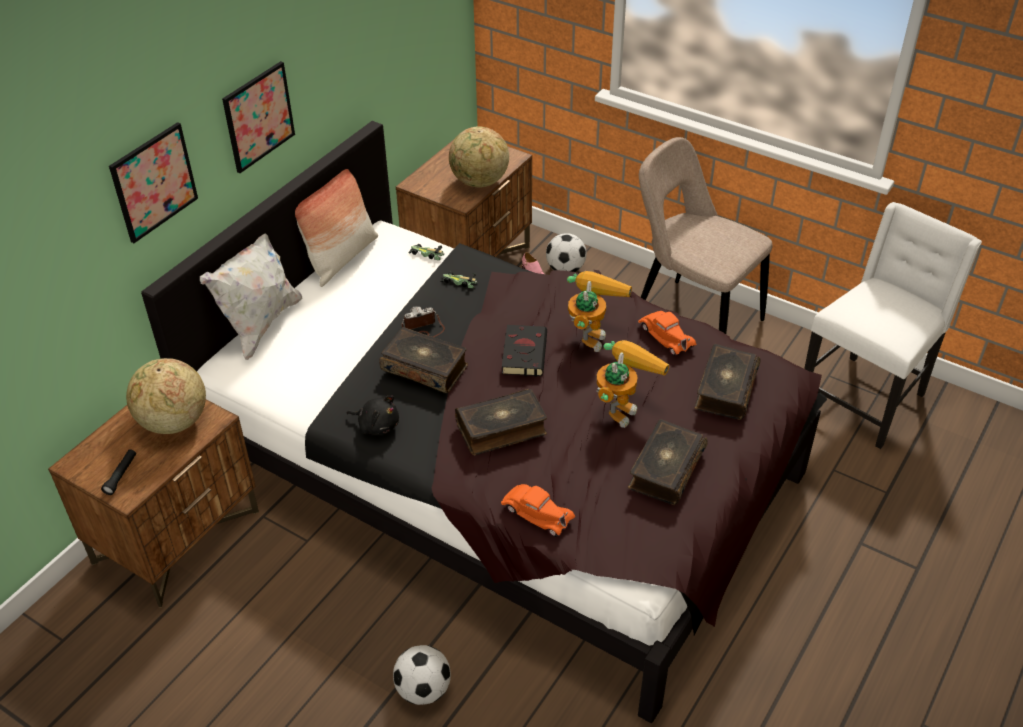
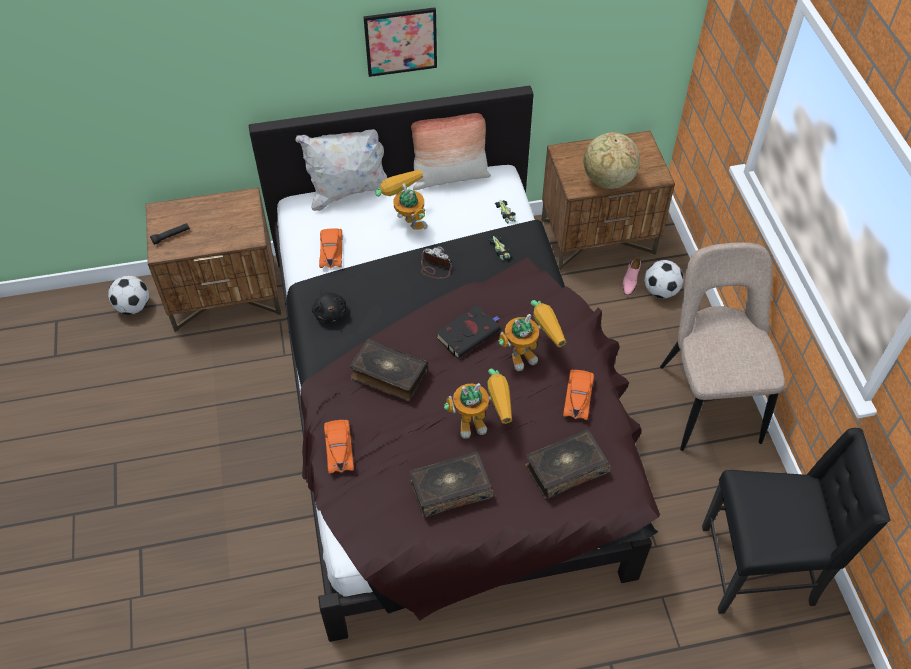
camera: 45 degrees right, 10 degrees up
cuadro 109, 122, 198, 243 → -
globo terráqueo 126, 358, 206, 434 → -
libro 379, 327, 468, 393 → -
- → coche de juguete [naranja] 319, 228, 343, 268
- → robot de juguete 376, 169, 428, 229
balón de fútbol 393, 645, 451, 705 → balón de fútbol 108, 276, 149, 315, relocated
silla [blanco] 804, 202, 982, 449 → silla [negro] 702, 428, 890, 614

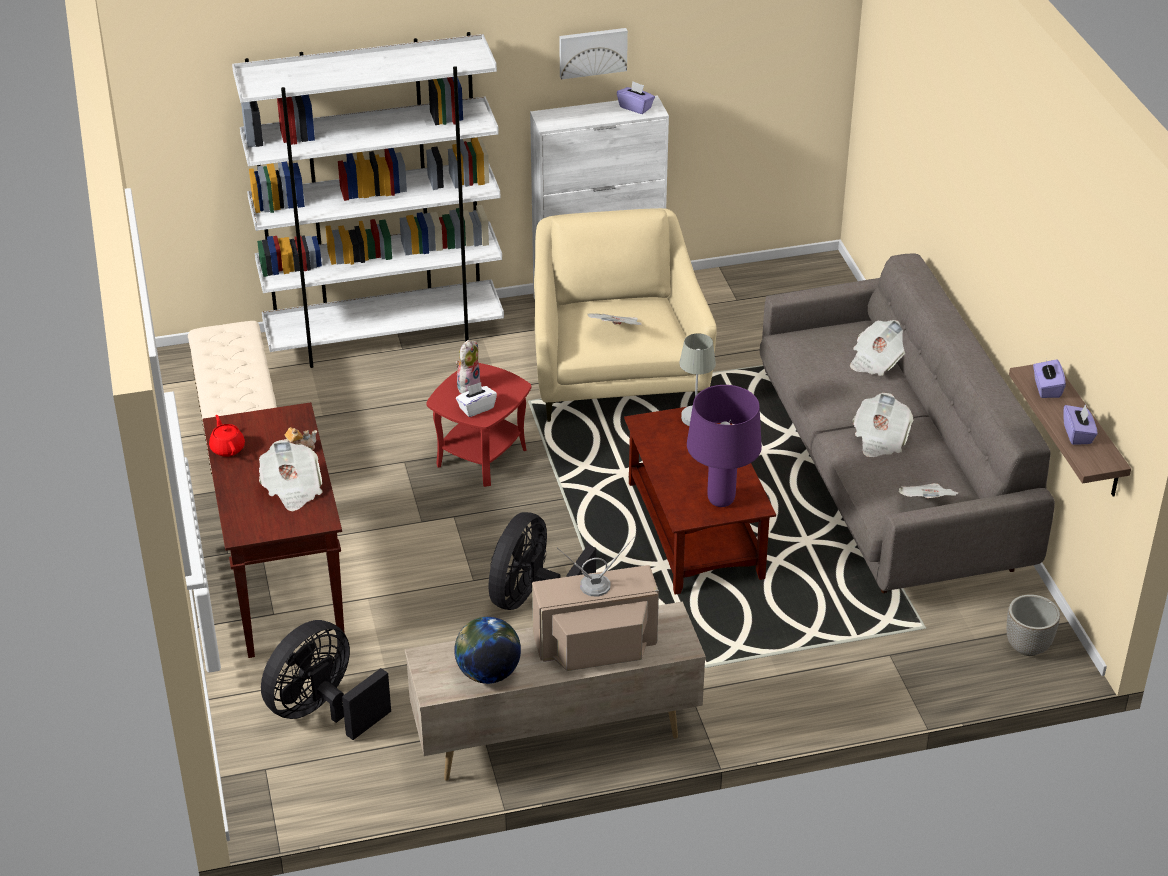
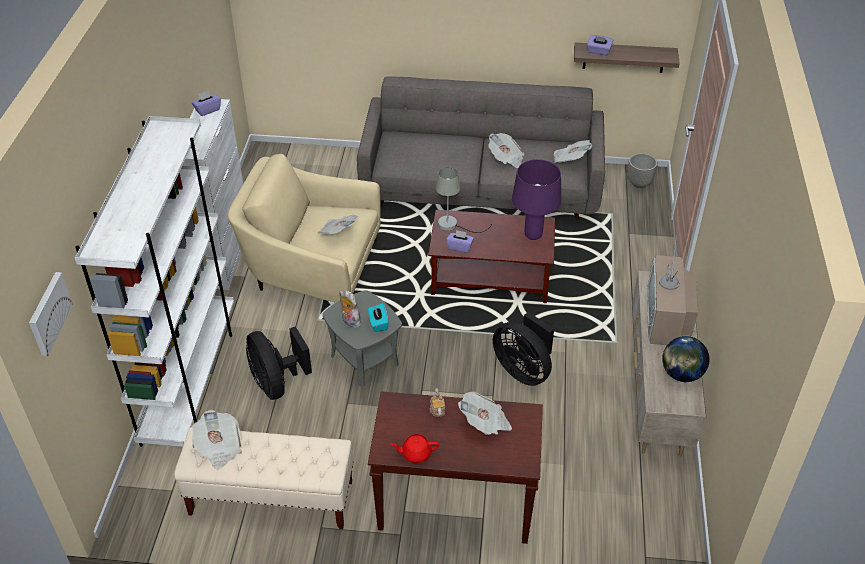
camera: 70 degrees left, 5 degrees up
ventilador [negro] 261, 620, 391, 740 → ventilador [negro] 246, 326, 312, 400, relocated
cuadro 559, 28, 628, 80 → cuadro 29, 272, 73, 356, relocated
periódico 850, 320, 905, 376 → periódico 192, 410, 242, 469, relocated
caja de pañuelos [morado] 1063, 404, 1098, 445 → caja de pañuelos [morado] 446, 230, 474, 253, relocated
mesa auxiliar [rojo] 426, 363, 531, 487 → mesa auxiliar [gris] 322, 290, 402, 386
caja de pañuelos [blanco] 456, 382, 497, 417 → caja de pañuelos [turquesa] 368, 303, 389, 332

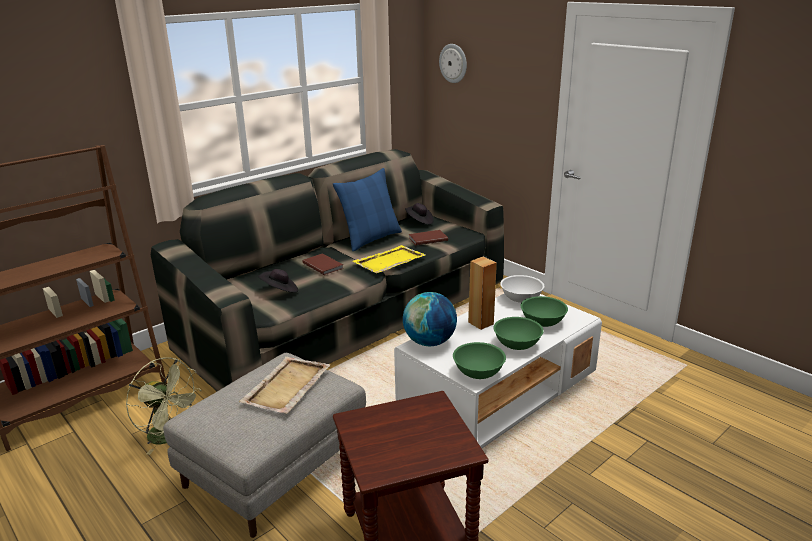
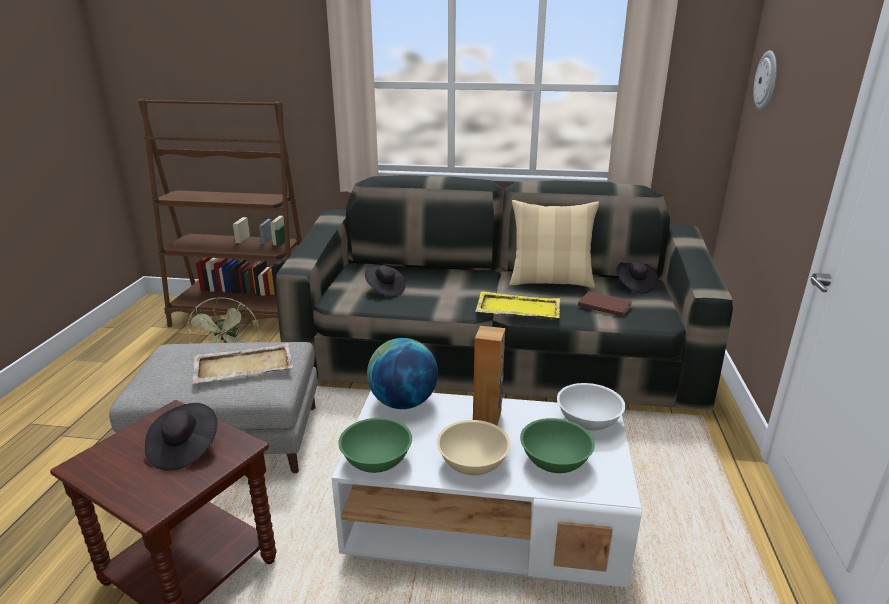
camera: 50 degrees right, 0 degrees up
libro [marrón] 303, 253, 344, 275 → -
- → sombrero [negro] 145, 403, 217, 470
cojín [azul] 333, 168, 402, 251 → cojín [beis] 509, 200, 599, 288
cuenco [verde] 493, 317, 544, 350 → cuenco [beis] 437, 420, 511, 475

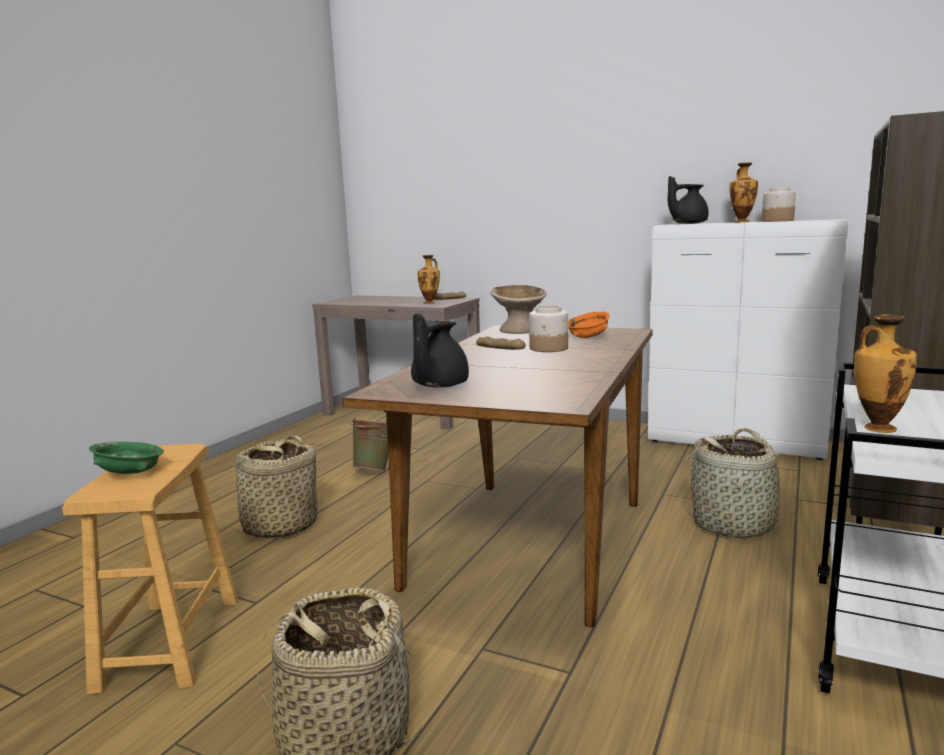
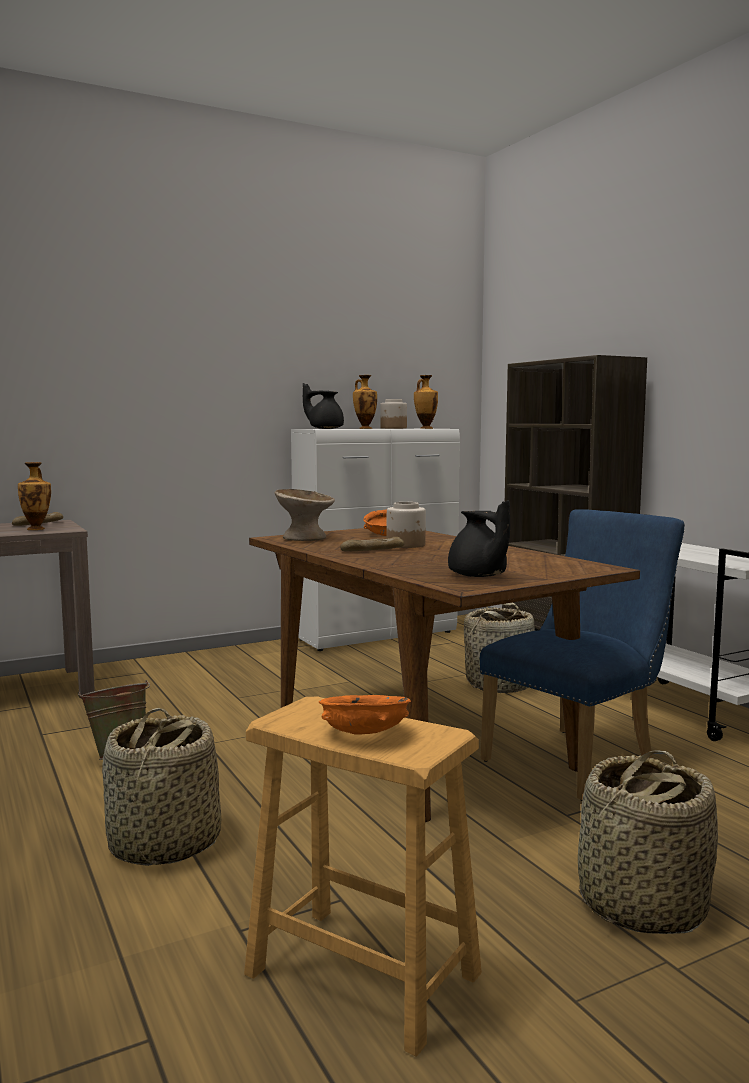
camera: 55 degrees left, 5 degrees down
- → silla [azul] 480, 509, 685, 801
florero 854, 314, 917, 433 → florero 414, 375, 438, 429, relocated
cuenco [verde] 89, 442, 164, 474 → cuenco [naranja] 319, 695, 411, 735
tetera [negro] 668, 176, 709, 224 → tetera [negro] 303, 383, 344, 429, 90 degrees clockwise

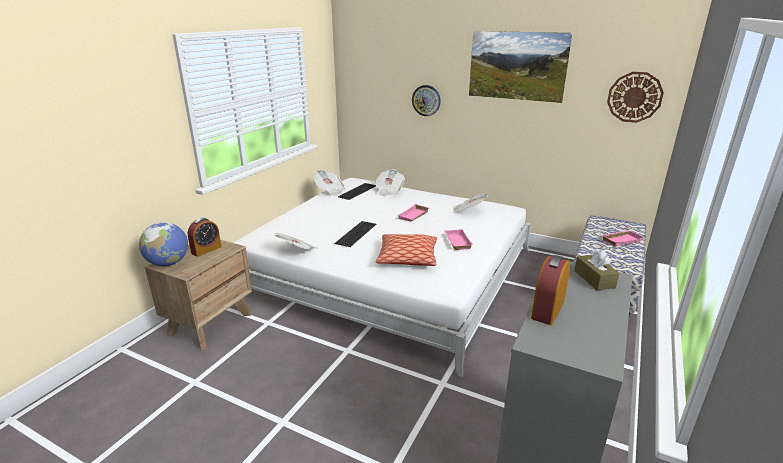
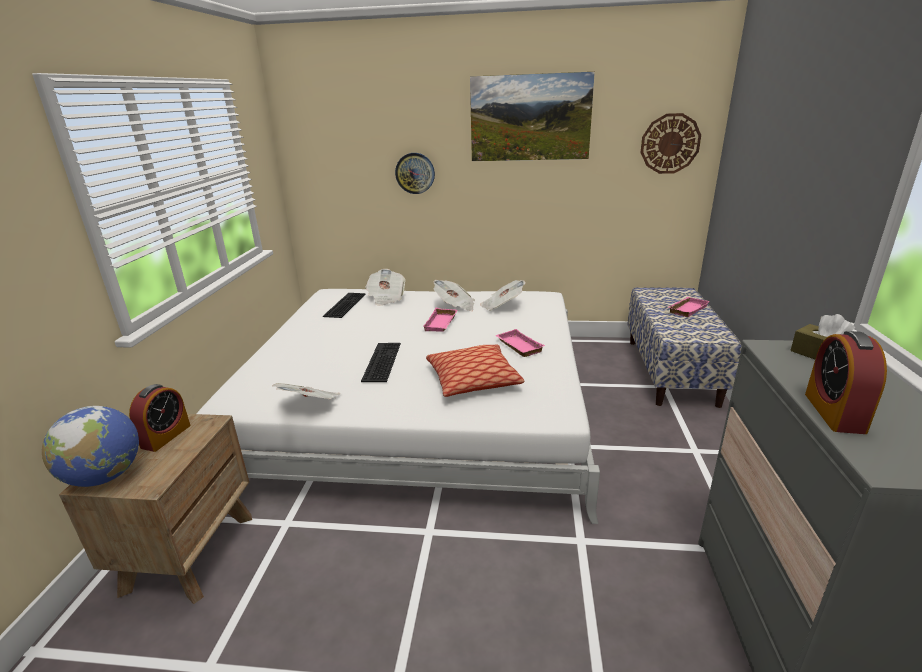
camera: 20 degrees left, 0 degrees up
periódico 313, 170, 345, 196 → periódico 433, 280, 475, 311, relocated

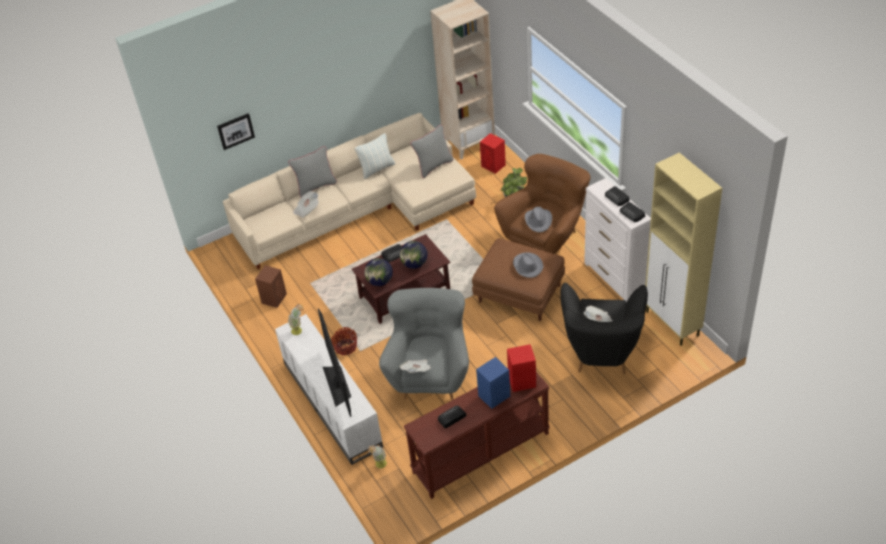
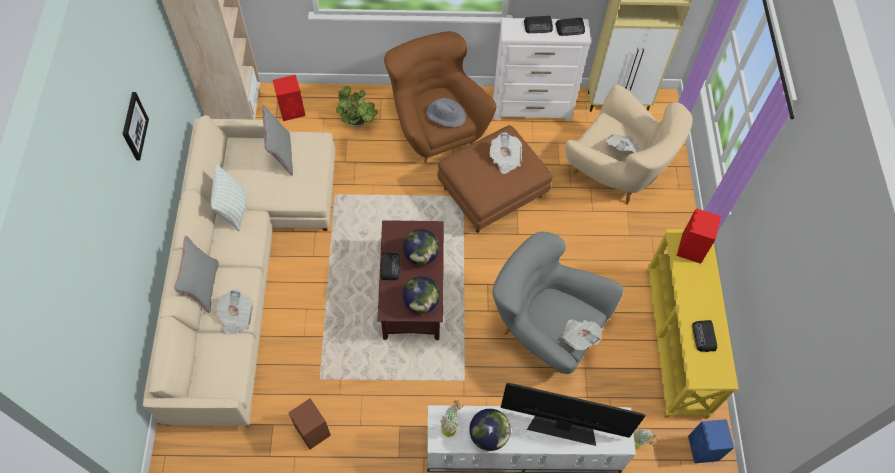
camera: 65 degrees left, 15 degrees up
cesta 331, 327, 357, 355 → -
- → globo terráqueo 469, 409, 511, 451
cuadro 217, 113, 255, 150 → cuadro 123, 92, 149, 160, relocated
altavoz [azul] 476, 357, 510, 409 → altavoz [azul] 688, 419, 734, 463, relocated
sombrero [gris] 513, 252, 543, 278 → periódico 489, 132, 522, 174
mesa consola [marrón] 404, 372, 550, 499 → mesa consola [amarillo] 646, 229, 739, 418
sillón [negro] 560, 283, 648, 374 → sillón [beis] 565, 84, 693, 205

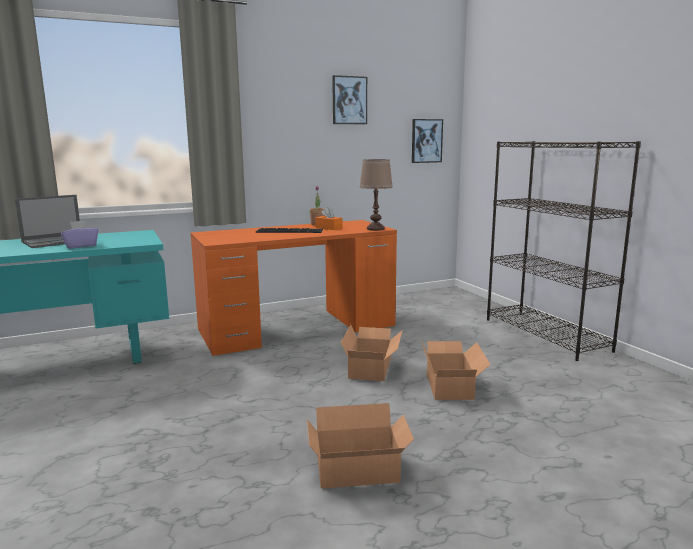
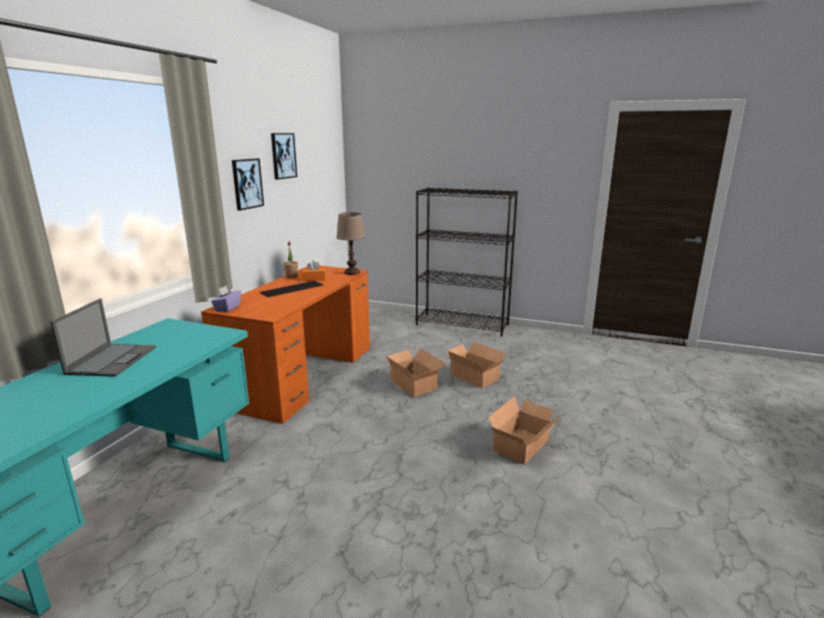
camera: 45 degrees left, 5 degrees up
caja de pañuelos [morado] 61, 220, 98, 248 → caja de pañuelos [morado] 211, 286, 241, 312, relocated
cuadro 412, 119, 443, 163 → cuadro 232, 159, 264, 210, relocated

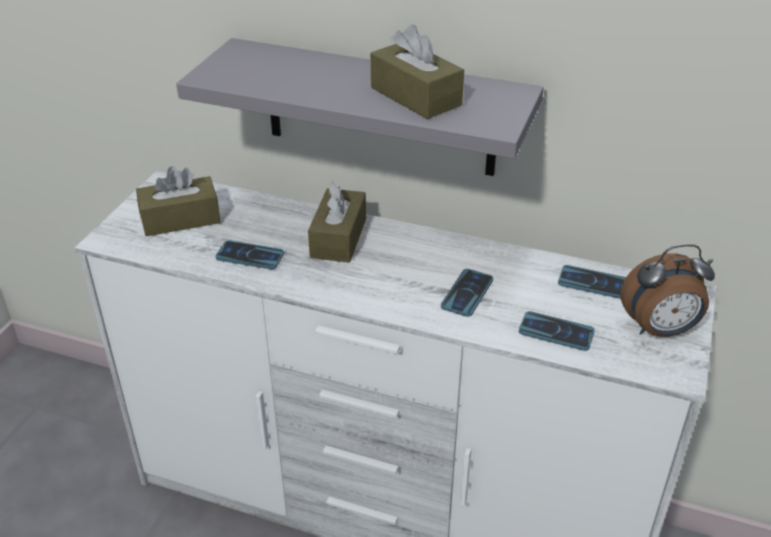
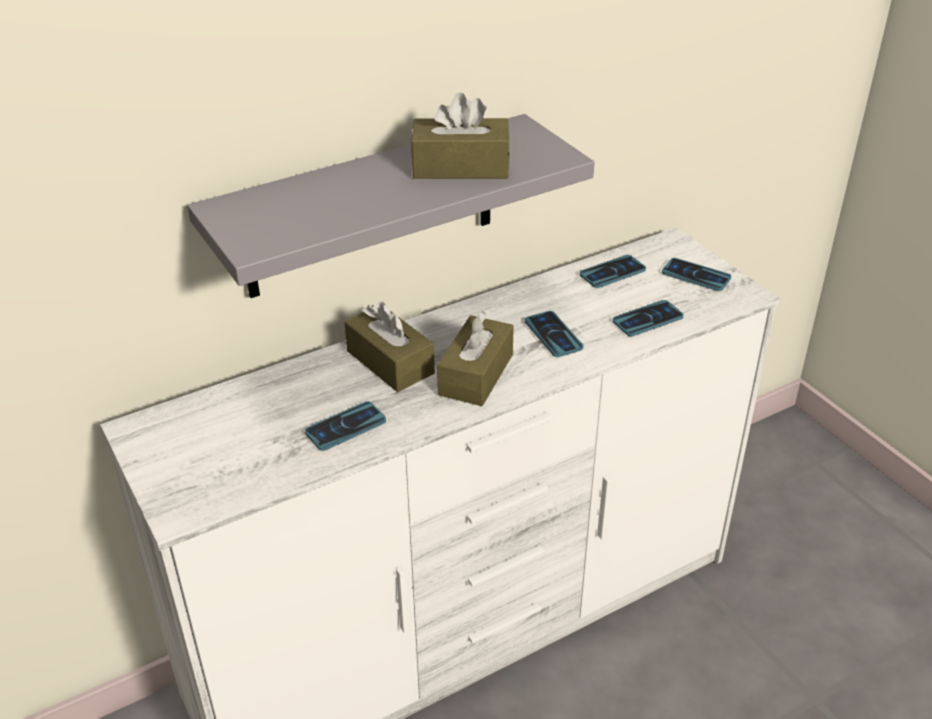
camera: 50 degrees left, 0 degrees up
caja de pañuelos [marrón] 136, 166, 220, 236 → caja de pañuelos [marrón] 437, 310, 514, 406, relocated
despertador 620, 244, 715, 337 → móvil 662, 258, 731, 291

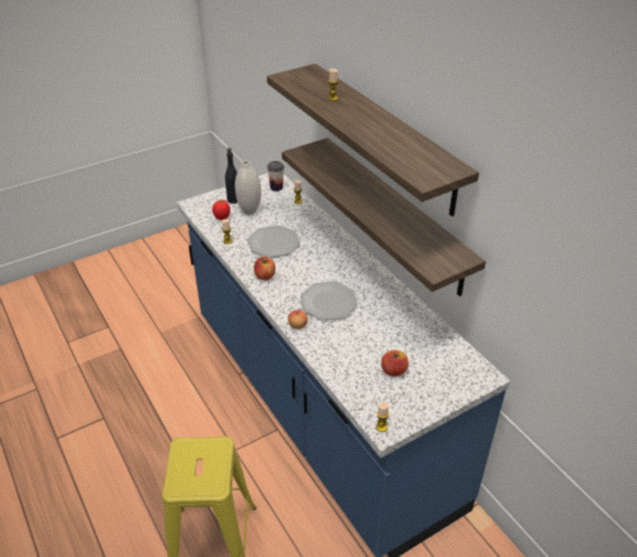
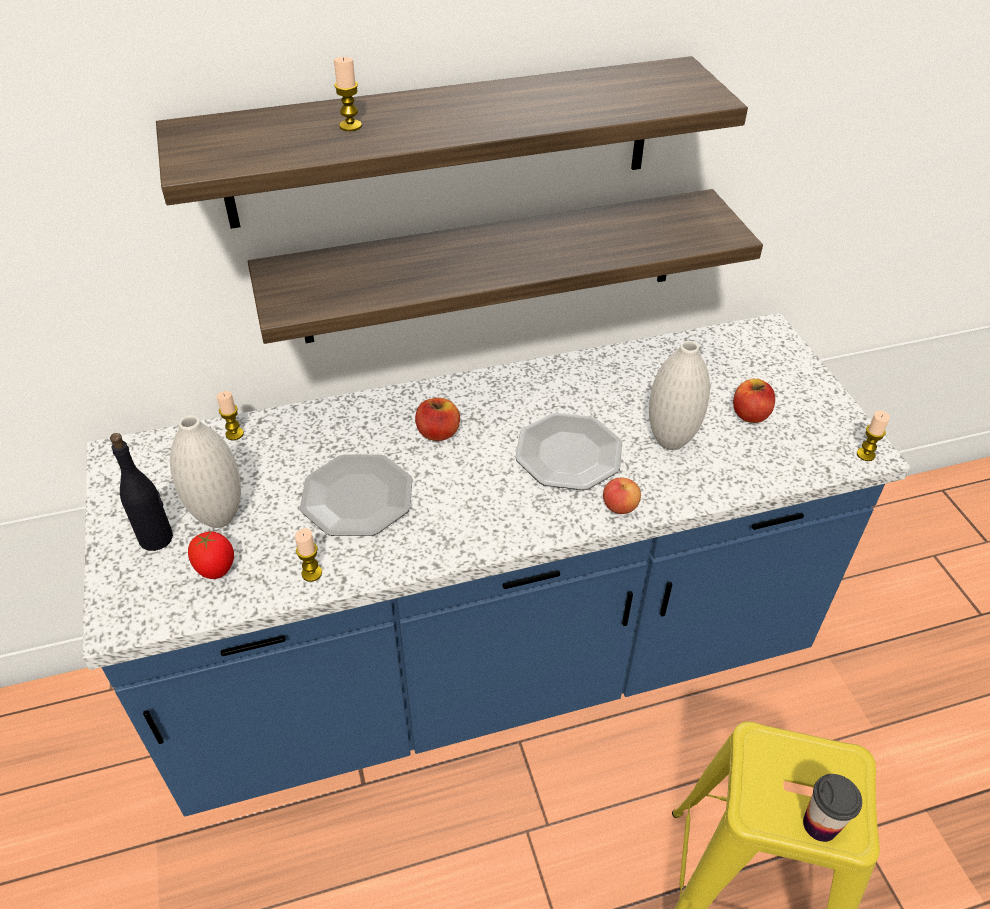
camera: 75 degrees left, 5 degrees up
- → florero [blanco] 649, 341, 710, 450
manzana 254, 257, 275, 280 → manzana 415, 398, 460, 441, relocated
taza 267, 161, 284, 191 → taza 803, 774, 862, 842, relocated

